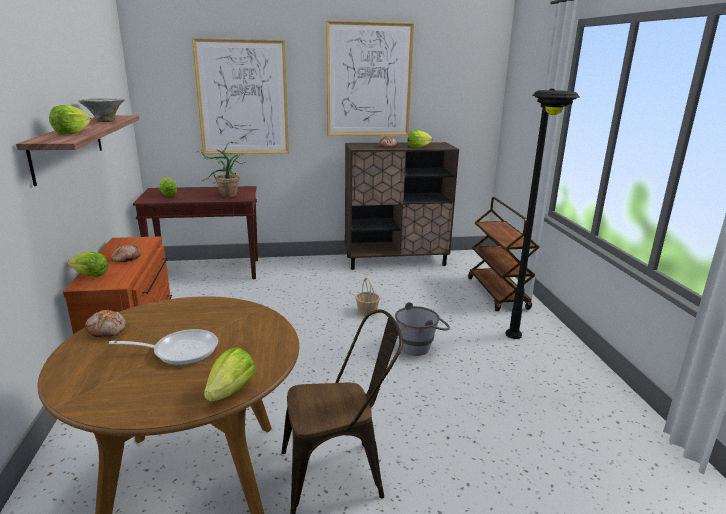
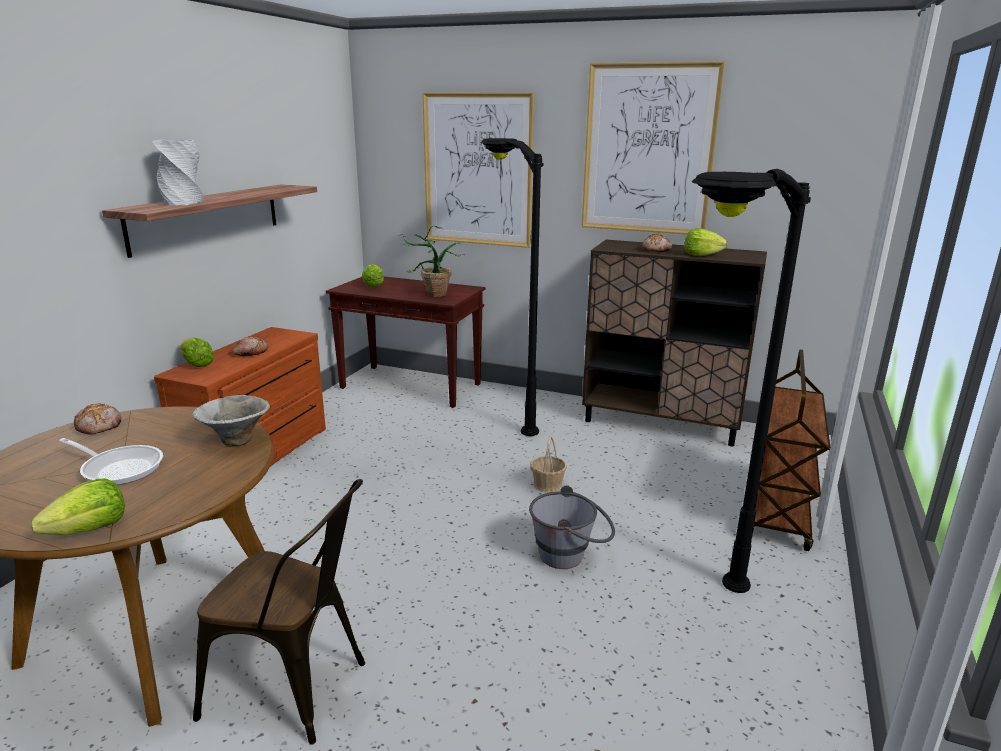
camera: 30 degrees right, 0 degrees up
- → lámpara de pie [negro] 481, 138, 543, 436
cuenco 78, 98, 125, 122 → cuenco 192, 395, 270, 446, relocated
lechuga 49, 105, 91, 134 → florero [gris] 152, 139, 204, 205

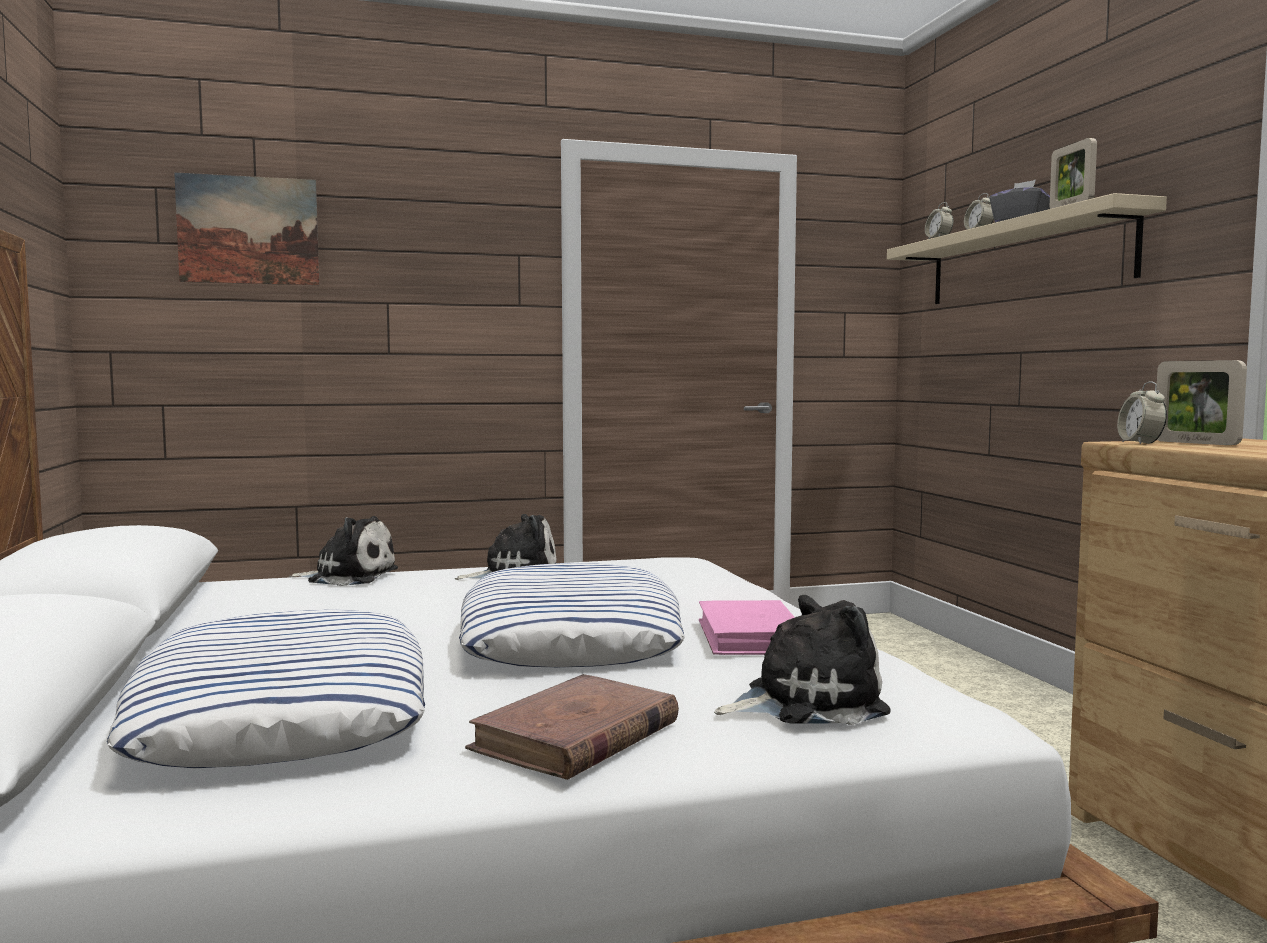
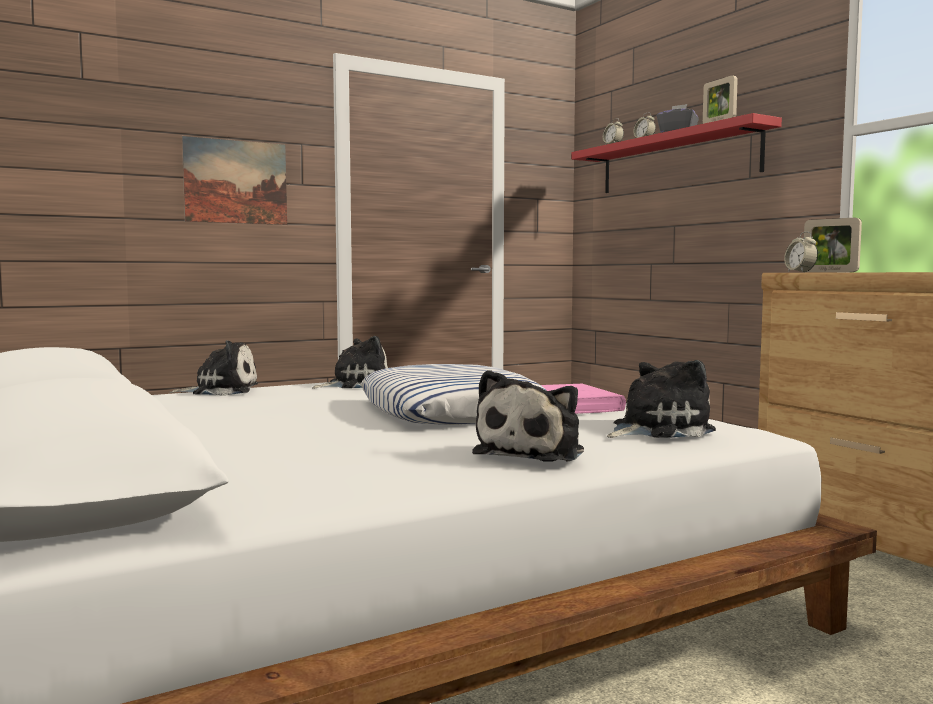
camera: 15 degrees left, 0 degrees up
cojín 107, 610, 425, 768 → -
cuadro 174, 172, 320, 285 → cuadro 182, 136, 287, 225, relocated
libro [marrón] 465, 674, 679, 780 → peluche 472, 370, 584, 462
estante [beis] 887, 193, 1167, 304 → estante [rojo] 571, 113, 782, 193

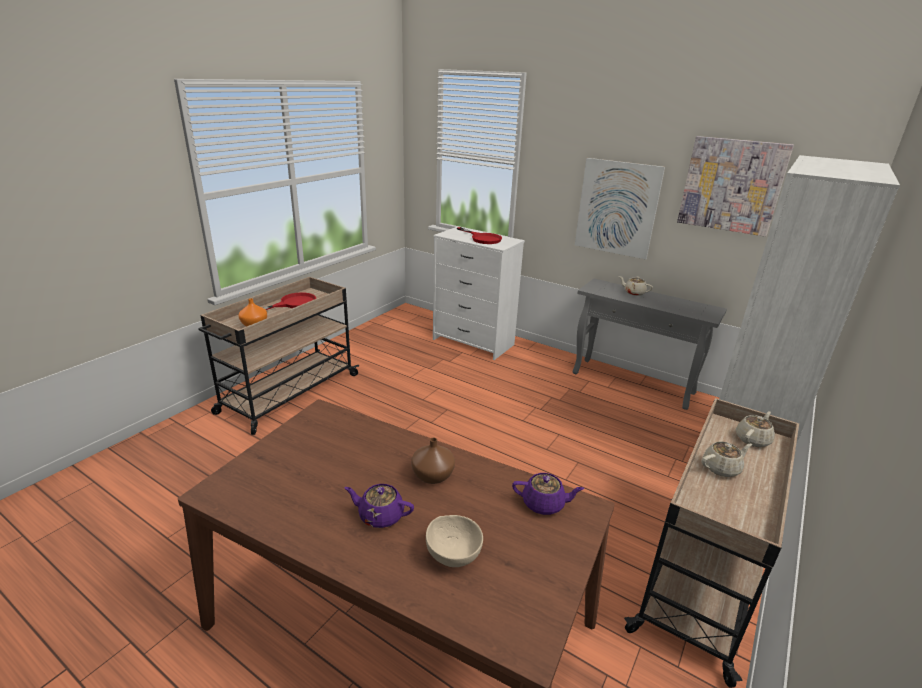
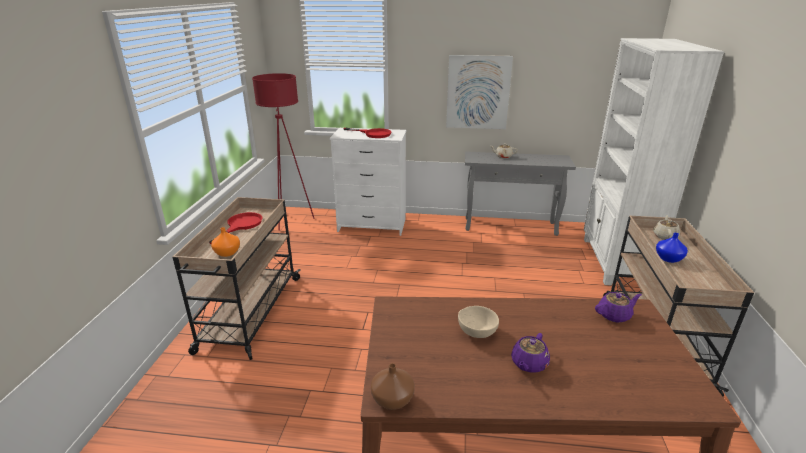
camera: 25 degrees left, 0 degrees up
cuadro 677, 136, 794, 237 → -
- → lámpara de pie [rojo] 252, 73, 315, 231
florero [marrón] 411, 437, 455, 484 → florero [marrón] 371, 363, 415, 410, relocated
cuenco [beis] 426, 515, 483, 567 → cuenco [beis] 458, 306, 499, 338, relocated
tetera [beis] 702, 442, 752, 477 → florero [azul] 656, 233, 688, 263
tetera [morado] 344, 484, 414, 528 → tetera [morado] 511, 333, 550, 373, 45 degrees counterclockwise

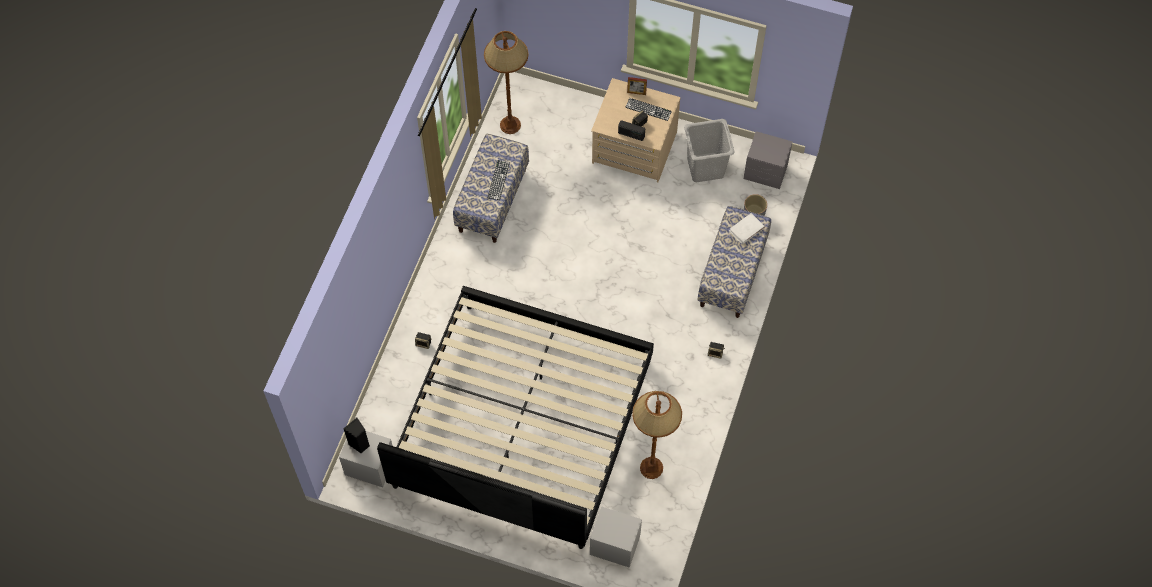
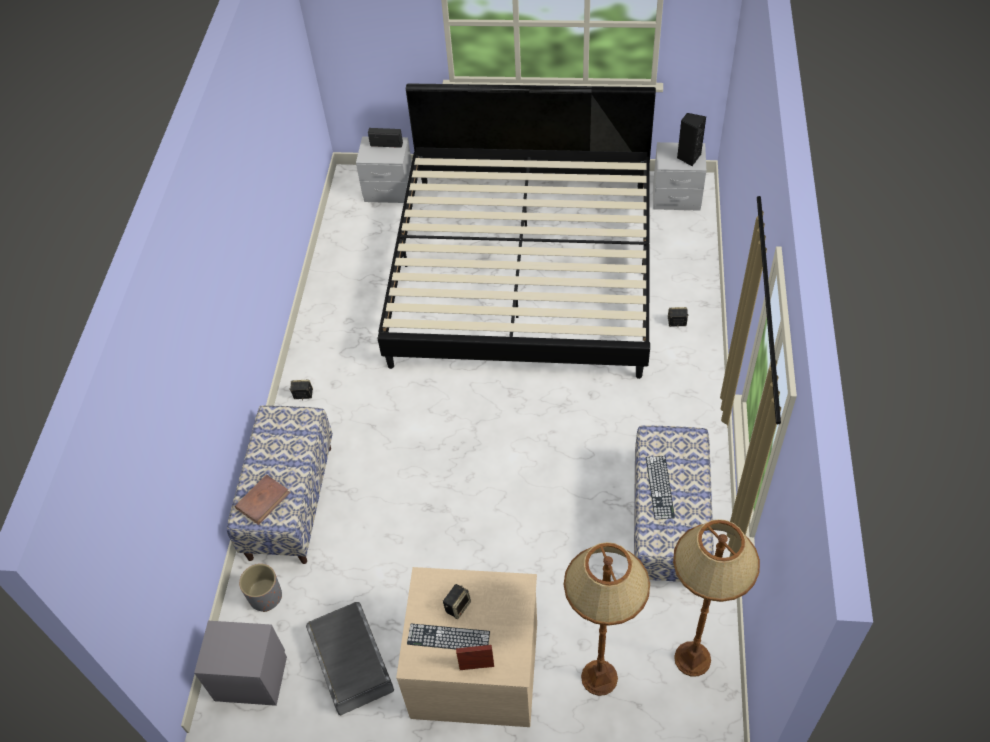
camera: 170 degrees right, 10 degrees down
radio 618, 120, 645, 141 → radio 368, 128, 403, 148, relocated
lámpara de pie [marrón] 632, 391, 682, 479 → lámpara de pie [marrón] 564, 542, 650, 696, relocated
cesto de la ropa [gris] 684, 119, 735, 182 → caja de almacenaje [gris] 306, 602, 394, 716
libro [blanco] 729, 213, 765, 244 → libro [marrón] 235, 474, 291, 525

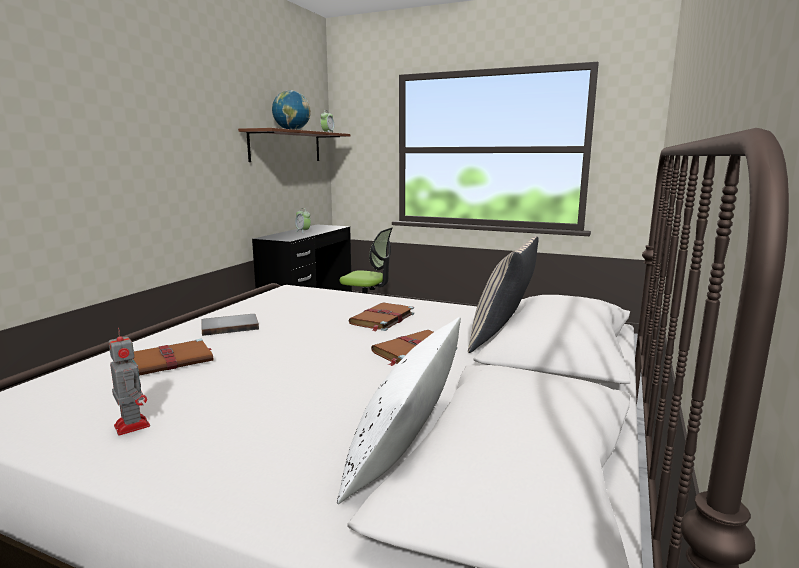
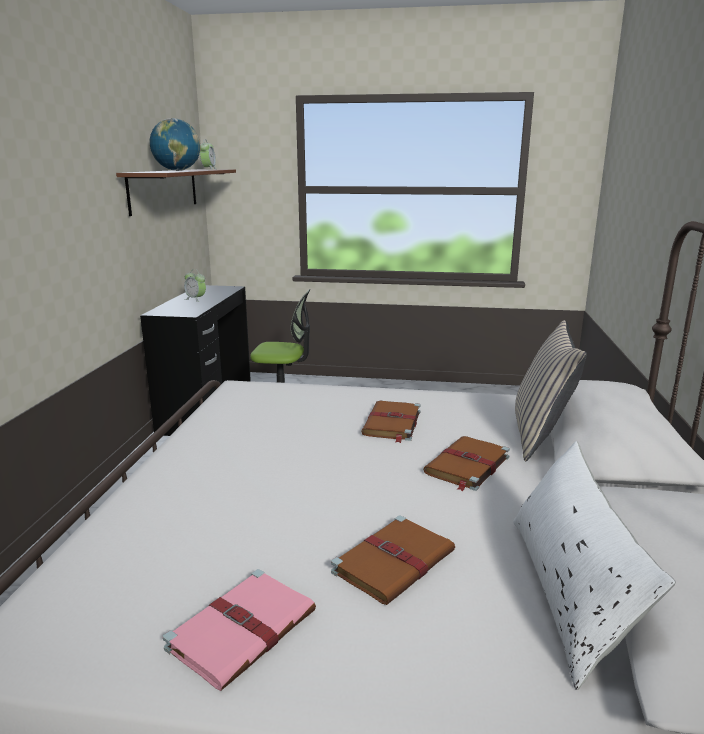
camera: 15 degrees left, 5 degrees up
libro [gris] 201, 314, 259, 336 → -
libro [marrón] 133, 339, 213, 376 → libro [marrón] 331, 515, 455, 605, relocated
robot de juguete 109, 328, 150, 435 → libro [rosa] 163, 569, 316, 691

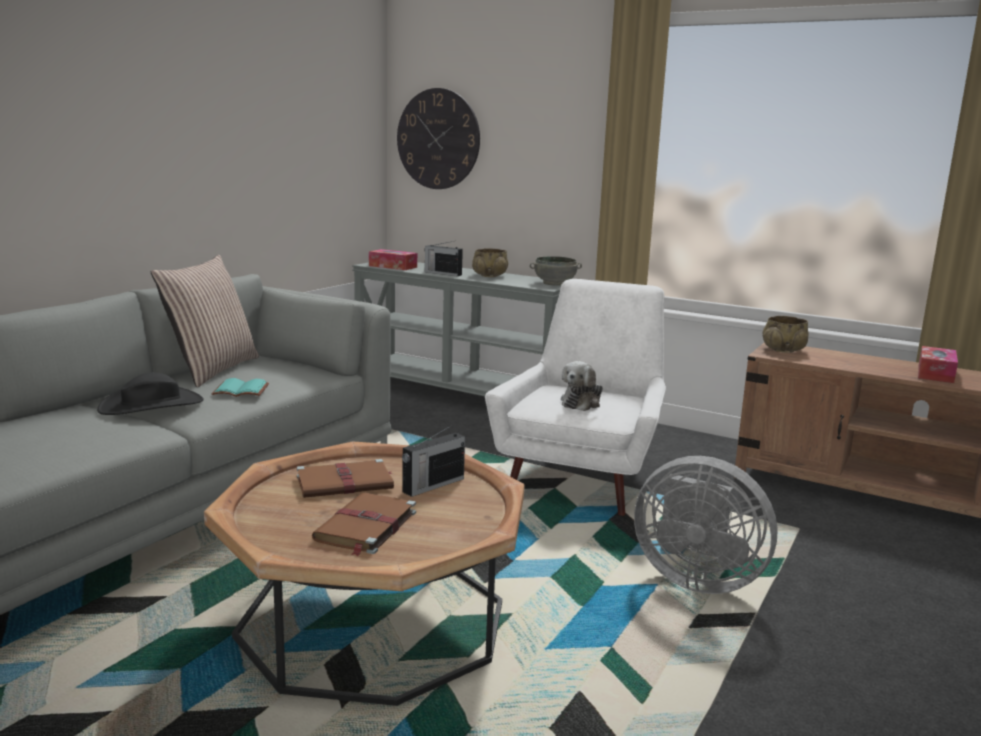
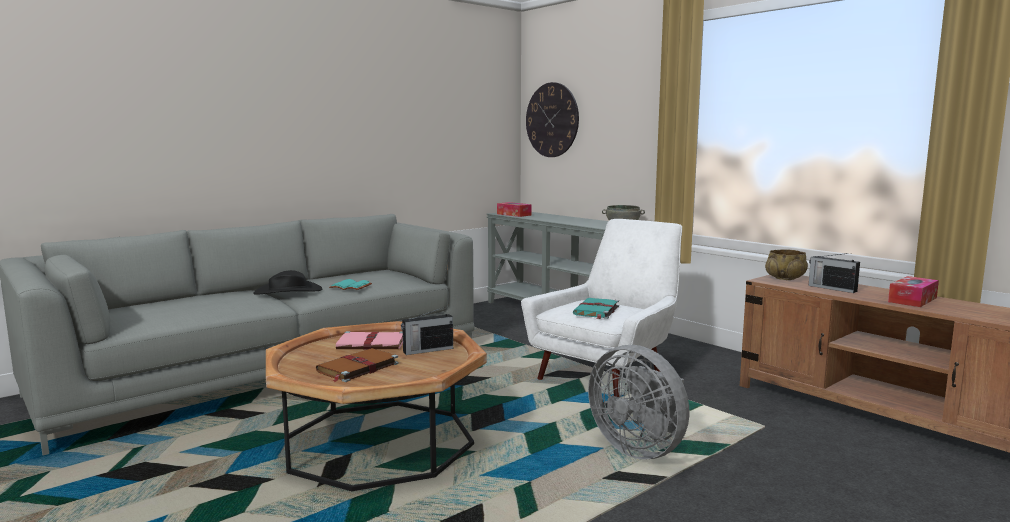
camera: 20 degrees right, 5 degrees down
cojín 151, 255, 259, 387 → -
cuenco [beis] 472, 248, 508, 277 → -
radio 424, 241, 463, 276 → radio 809, 253, 860, 293, relocated
peluche 561, 361, 603, 411 → libro [turquesa] 573, 298, 619, 319
libro [marrón] 297, 459, 394, 498 → libro [rosa] 336, 331, 403, 350

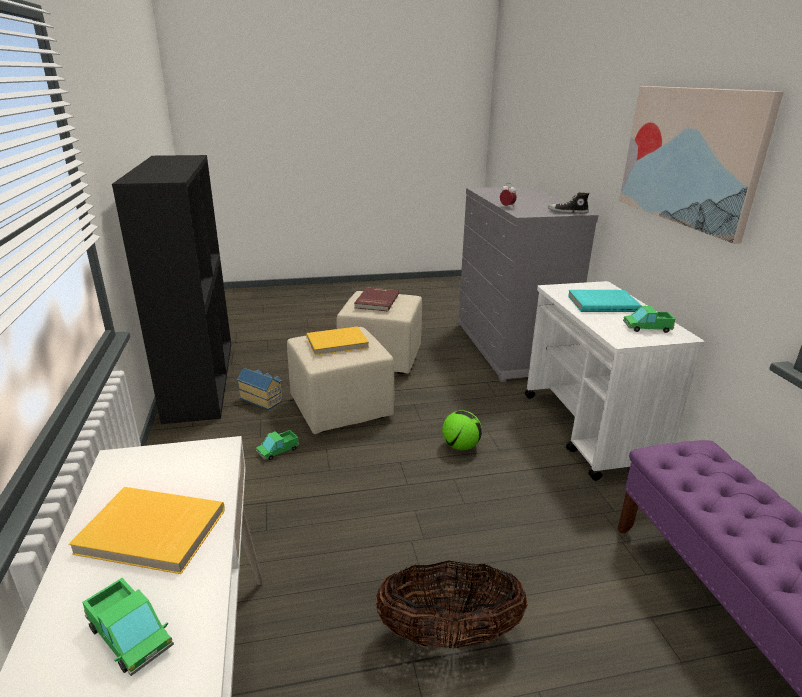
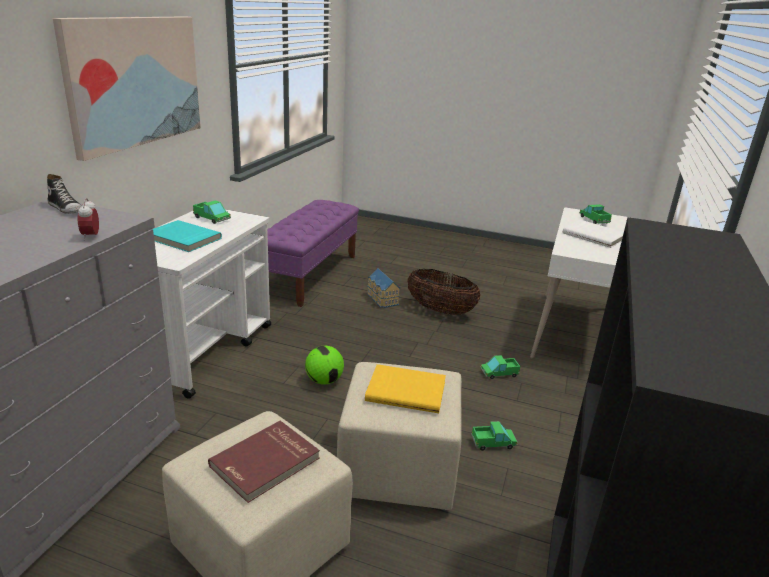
camera: 150 degrees left, 0 degrees up
- → camión de juguete 480, 355, 520, 379
casita 237, 368, 283, 410 → casita 367, 268, 400, 308, relocated
libro [amarillo] 69, 487, 225, 574 → libro [blanco] 563, 220, 624, 248

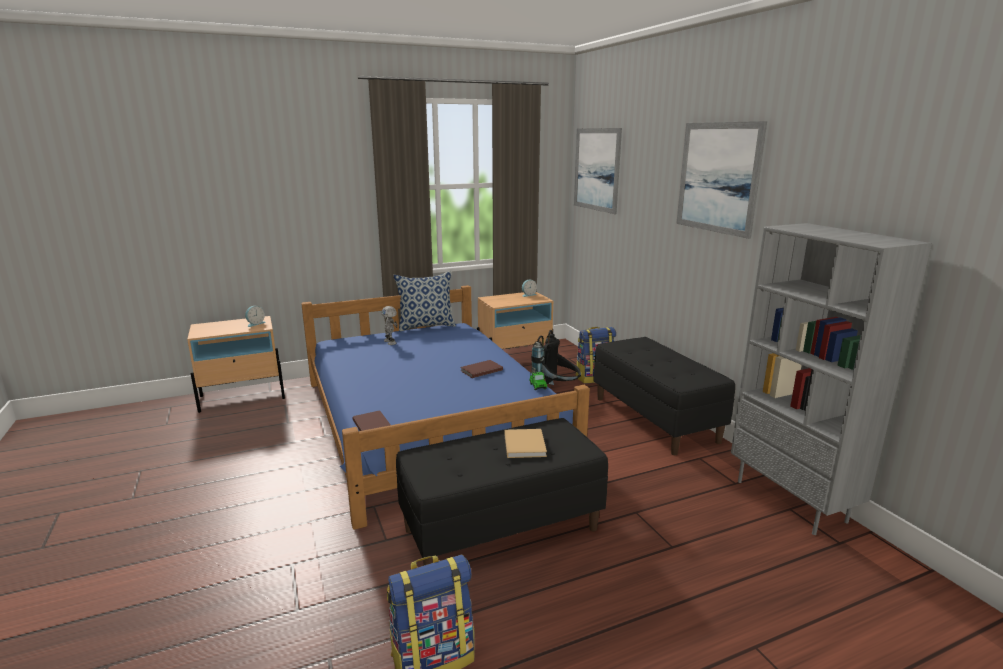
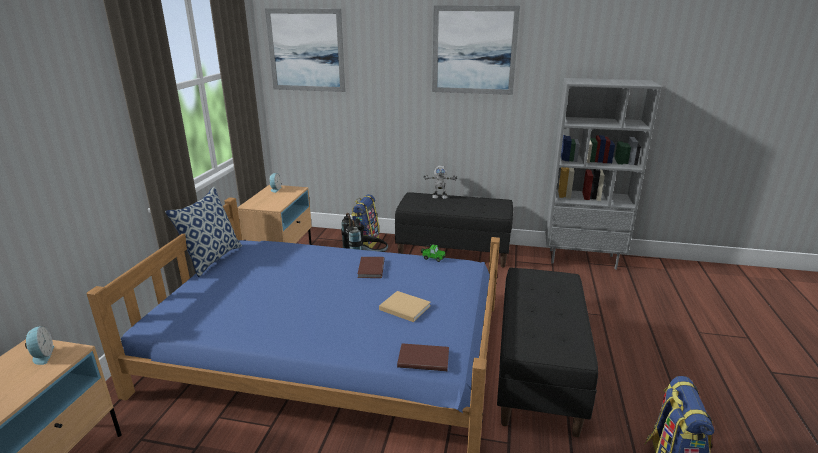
camera: 55 degrees left, 5 degrees up
robot de juguete 381, 306, 398, 345 → robot de juguete 423, 165, 458, 199, relocated
libro [beis] 504, 429, 547, 458 → libro [beis] 379, 291, 430, 322, relocated

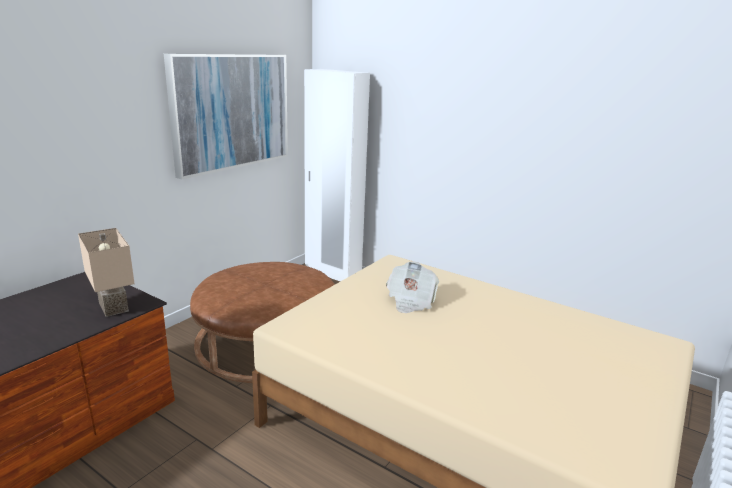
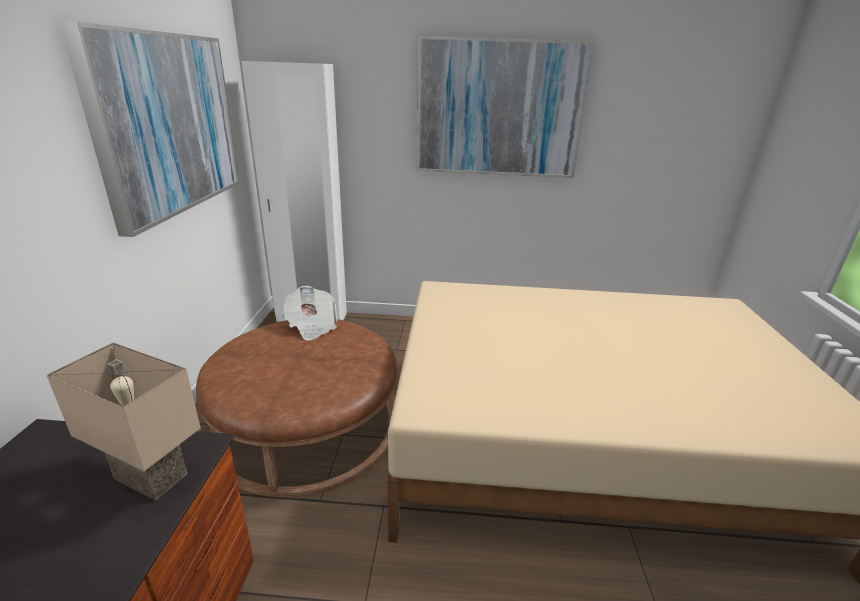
camera: 30 degrees left, 5 degrees up
- → cuadro 416, 36, 596, 178
periódico 386, 261, 439, 313 → periódico 282, 286, 337, 341, relocated

